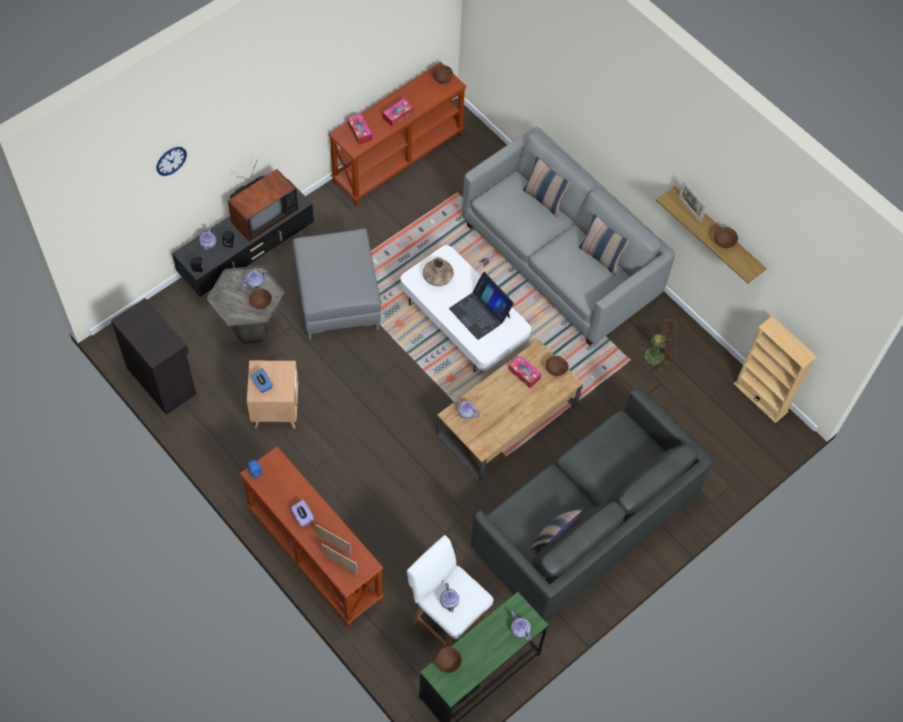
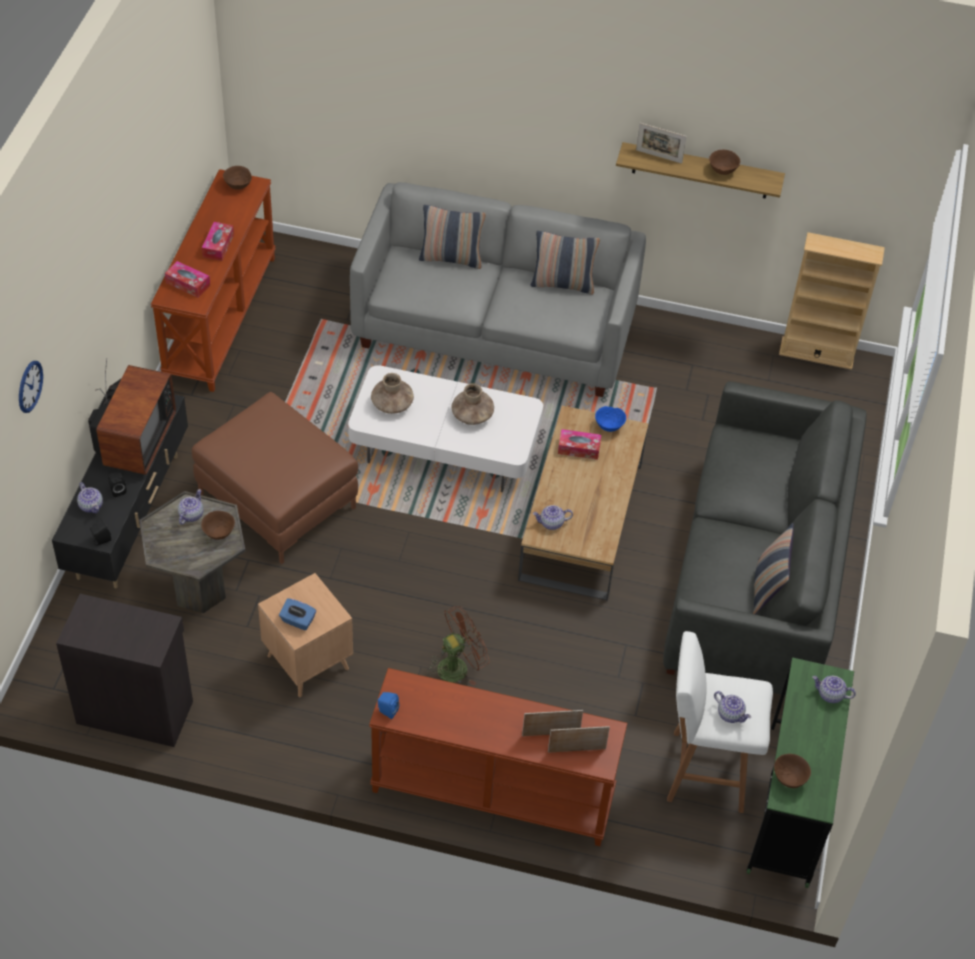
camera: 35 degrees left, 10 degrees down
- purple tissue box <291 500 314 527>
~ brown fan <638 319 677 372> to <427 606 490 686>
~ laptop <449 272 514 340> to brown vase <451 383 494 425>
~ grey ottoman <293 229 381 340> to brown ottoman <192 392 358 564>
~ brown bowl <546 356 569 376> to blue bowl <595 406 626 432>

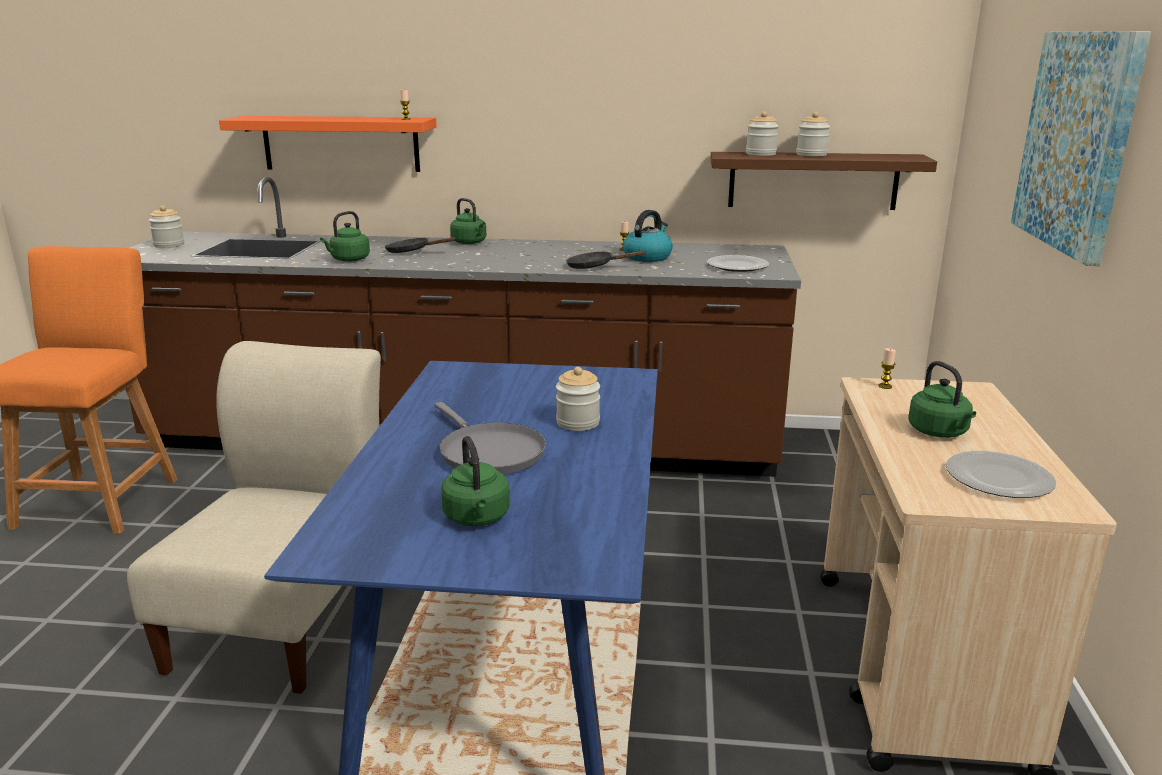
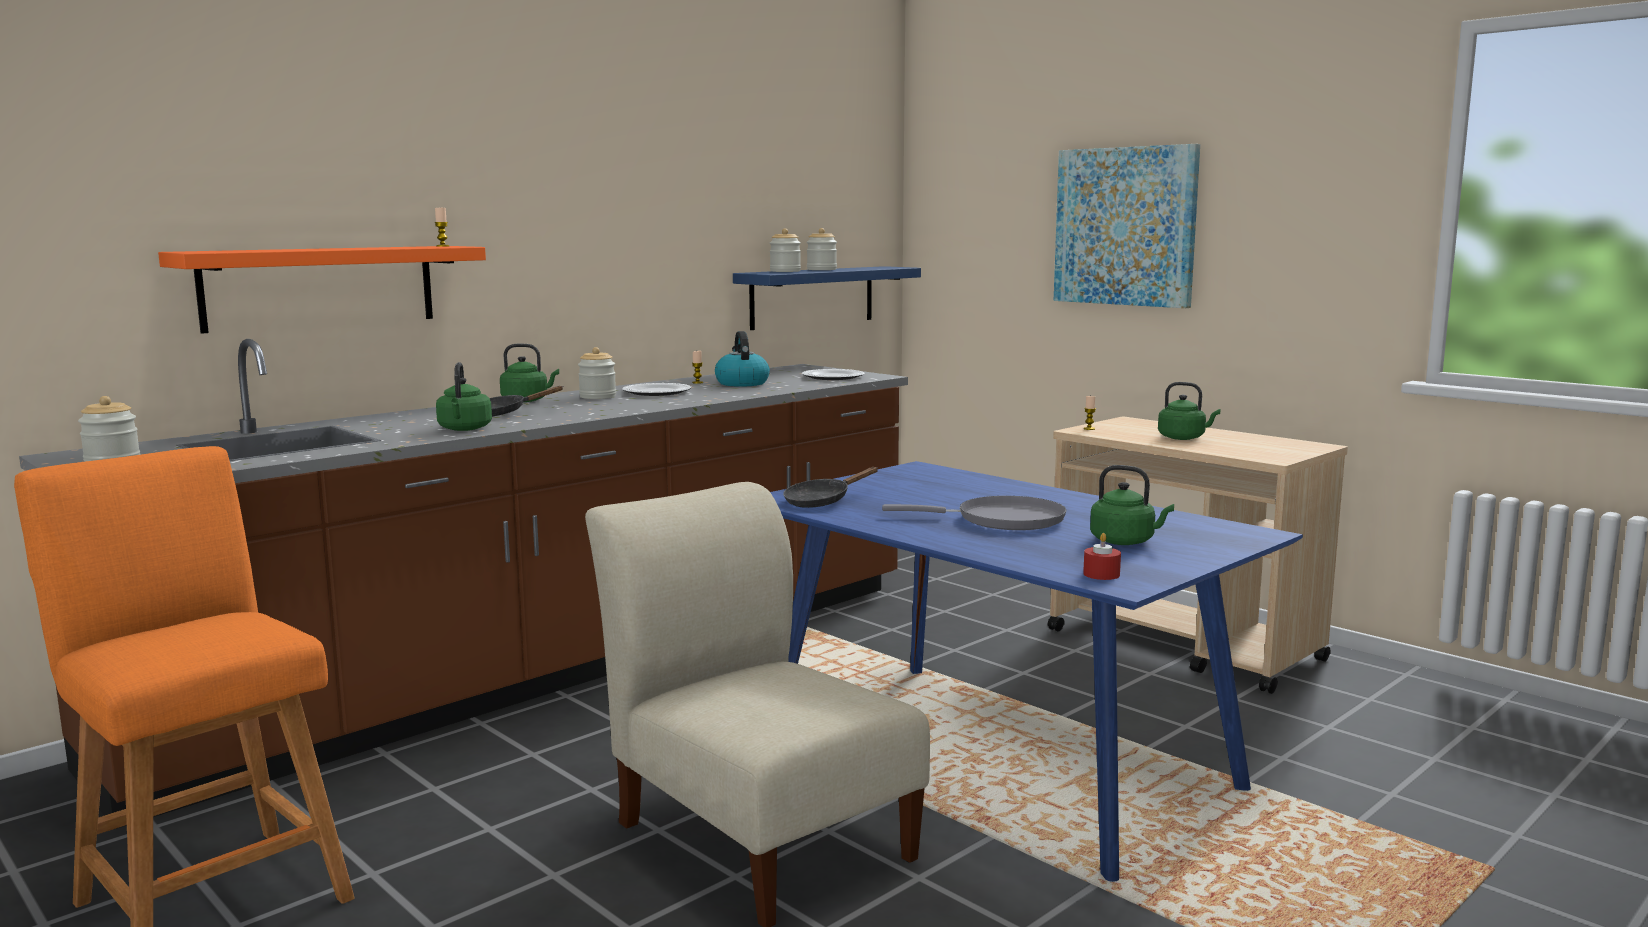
camera: 50 degrees left, 10 degrees down
+ red candle <1083 533 1121 580>
~ jar <556 367 600 431> to <578 347 616 399>
~ black frying pan <566 251 647 269> to <783 467 878 508>
~ plate <946 451 1056 498> to <622 383 691 396>
~ brown shelf <710 152 937 210> to blue shelf <733 266 921 330>

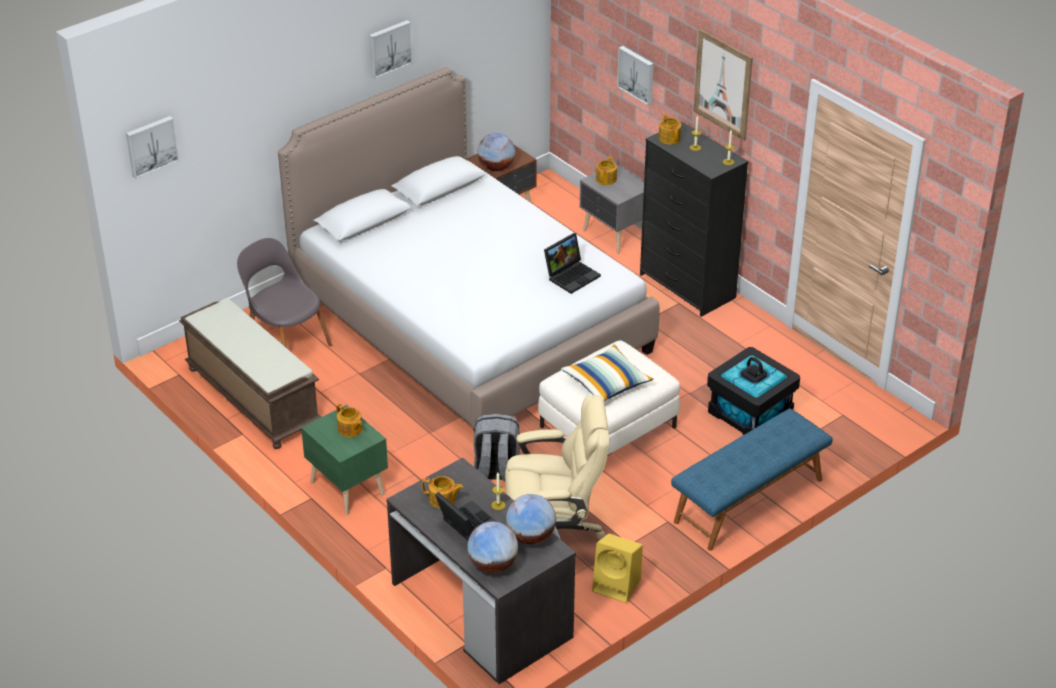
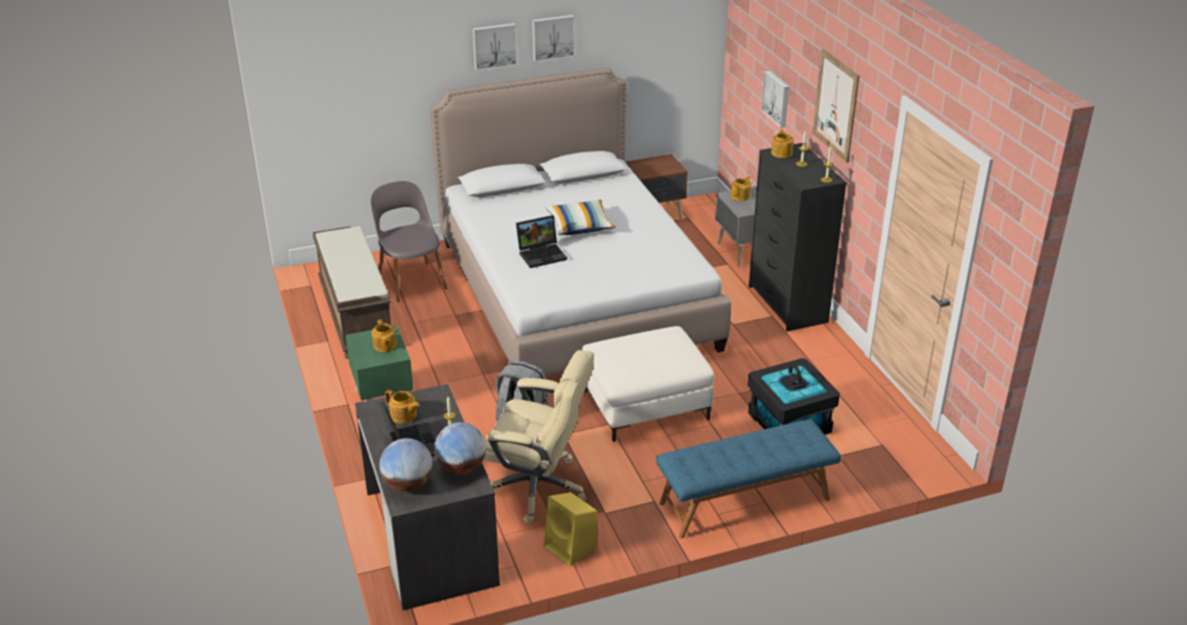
camera: 20 degrees right, 5 degrees down
- globe <477 133 515 171>
~ picture <126 116 179 179> to <473 23 517 71>
~ laptop <544 233 601 294> to <516 215 567 268>
~ pillow <561 345 653 402> to <545 200 616 235>

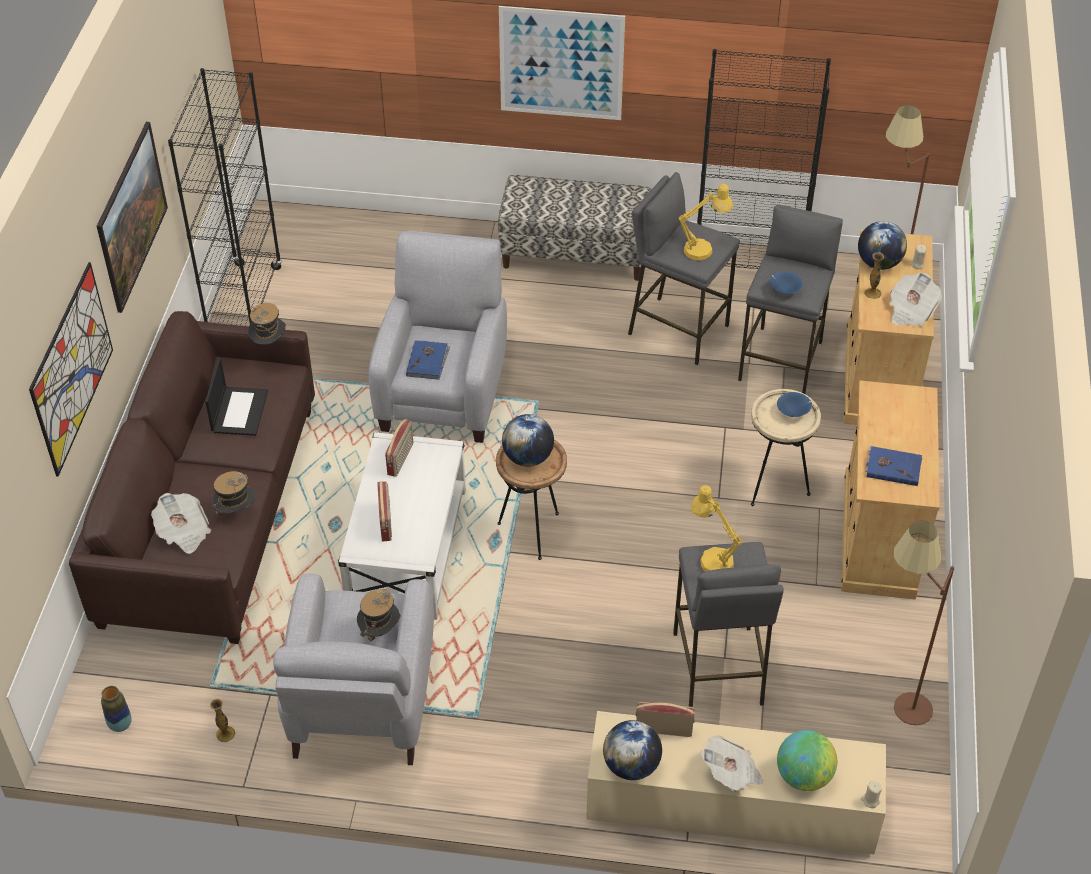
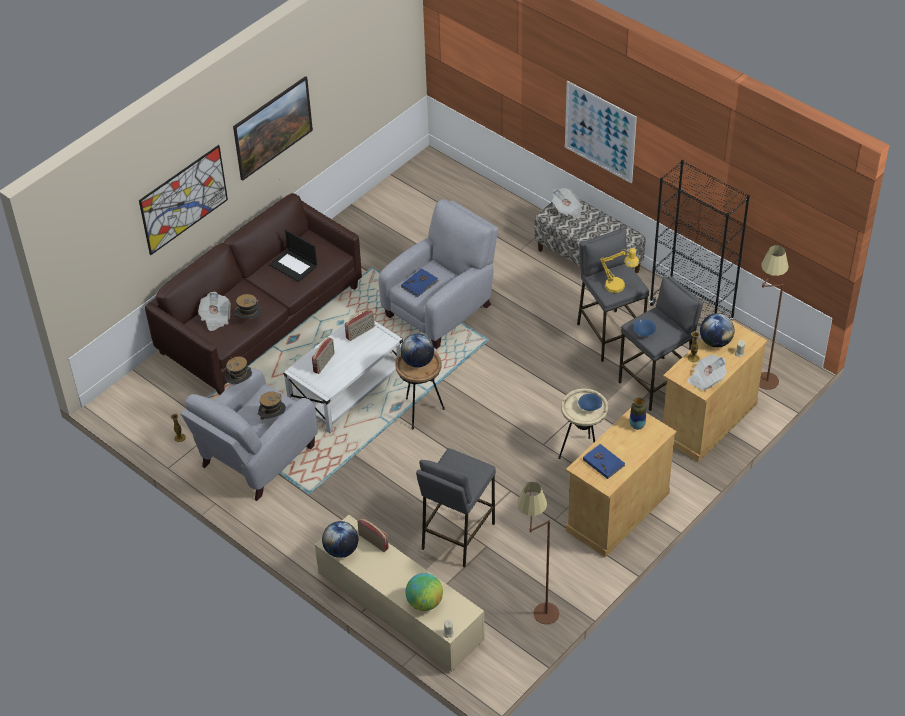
camera: 35 degrees right, 0 degrees up
- black bookcase <168 68 282 326>
- yellow table lamp <691 485 742 572>
~ vase <101 686 132 732> to <629 397 646 430>
~ hat <248 303 286 345> to <225 356 252 384>
~ newspaper <701 736 764 791> to <552 188 583 219>
~ laptop <205 358 268 436> = <270 230 317 282> 90 degrees clockwise

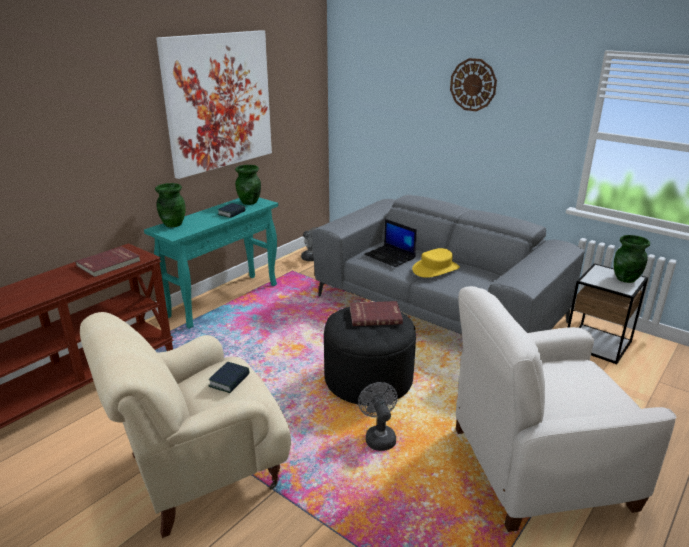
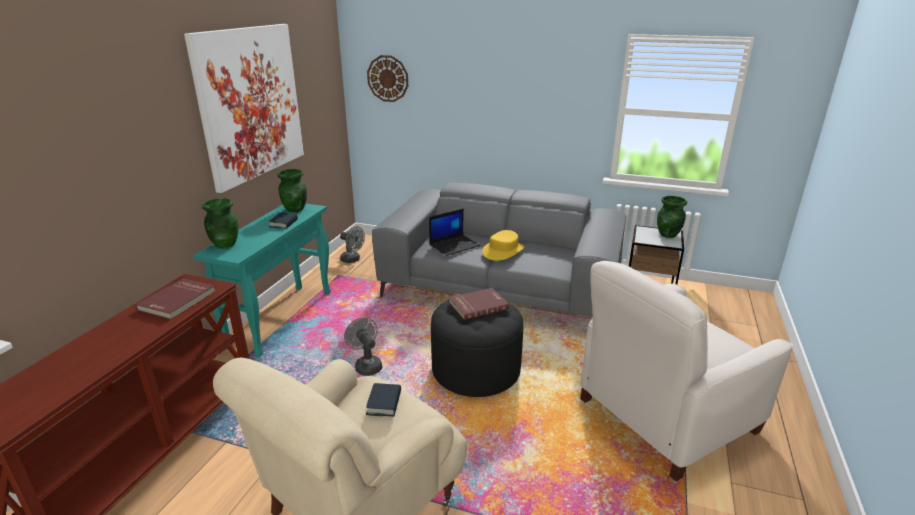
camera: 20 degrees left, 0 degrees up
~ grey fan <358 382 398 451> to <344 317 382 376>
~ wall clock <450 58 497 111> to <367 55 408 102>
~ laptop <364 219 417 267> = <429 209 480 256> 60 degrees counterclockwise

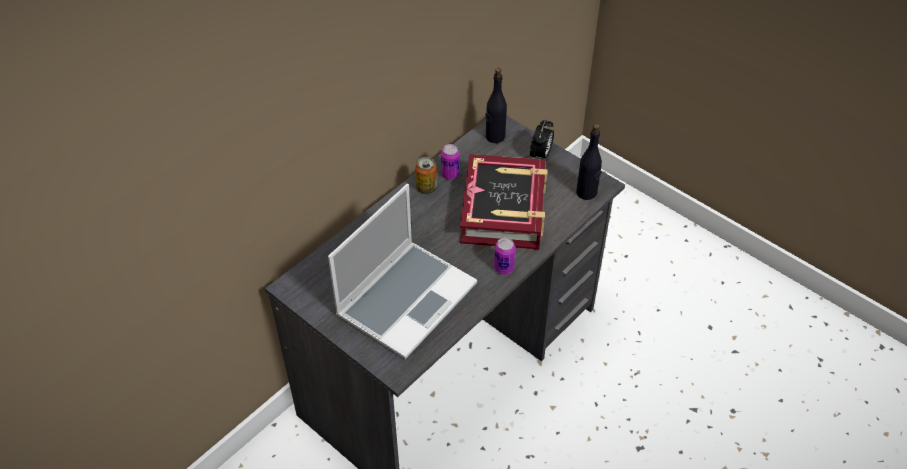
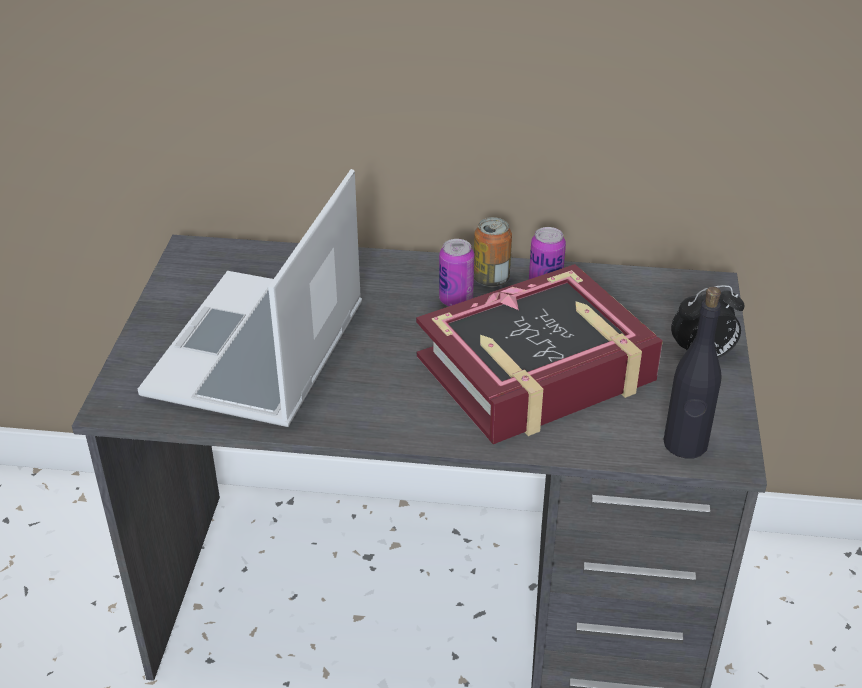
camera: 55 degrees right, 10 degrees down
- black bottle <486 68 507 143>
~ can <494 237 516 275> to <439 239 474 306>
~ laptop <328 184 477 359> = <138 169 362 427> 105 degrees clockwise

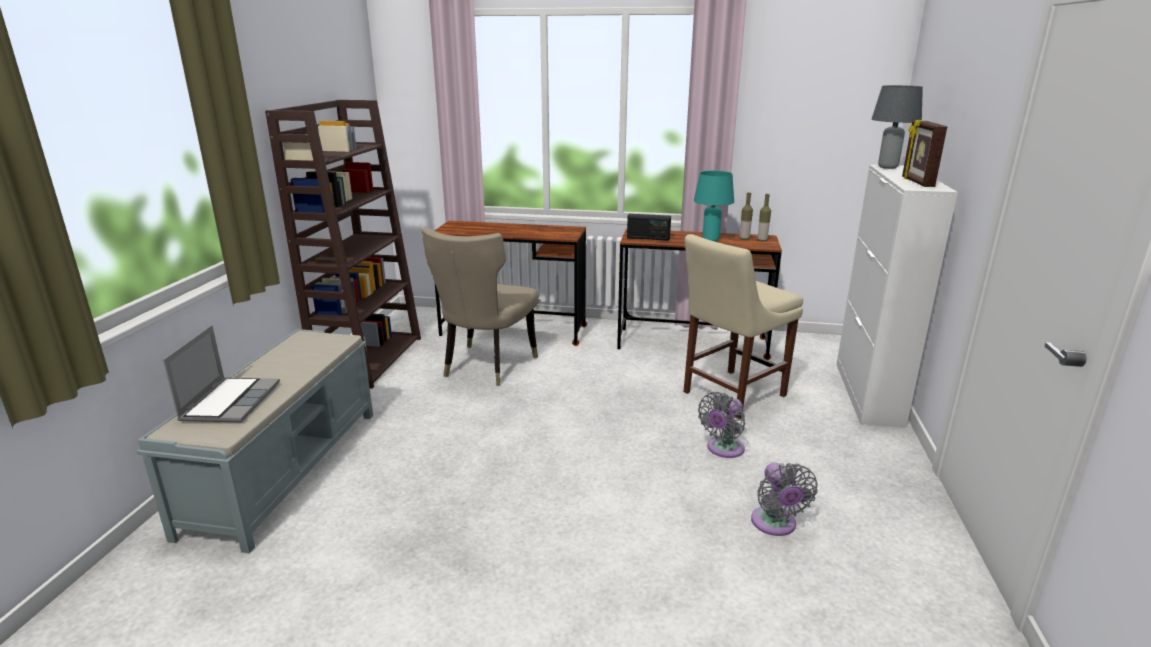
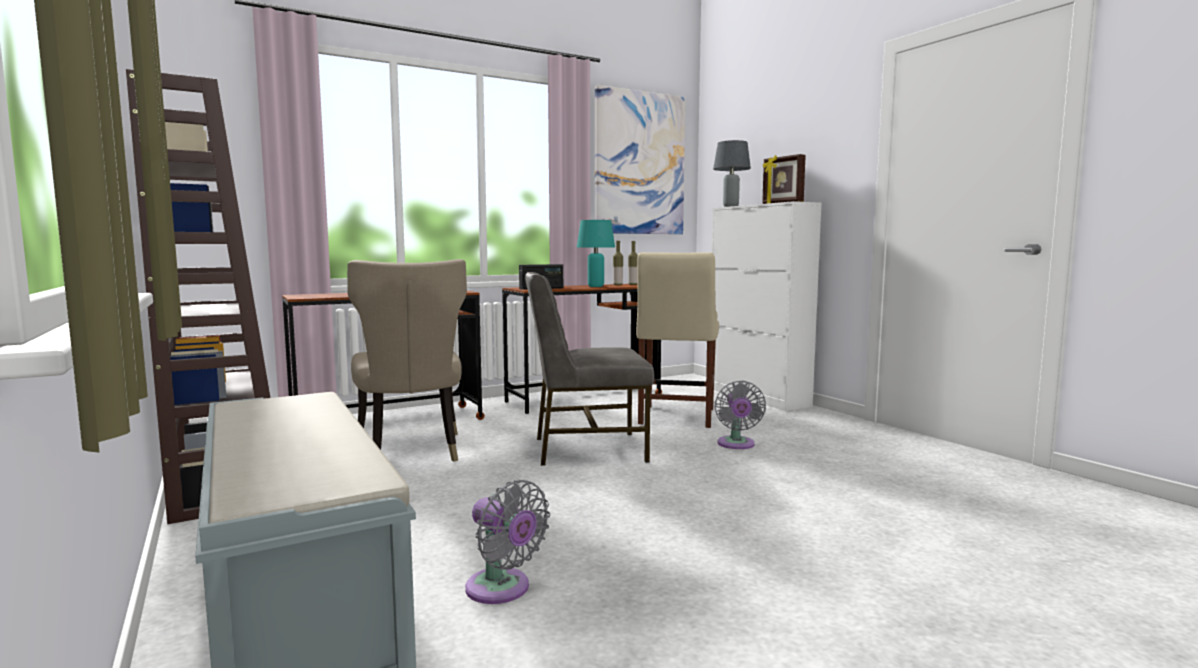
camera: 40 degrees left, 15 degrees down
- laptop <163 325 280 422>
+ grey chair <525 272 655 466>
+ picture <595 85 685 234>
~ grey fan <751 463 818 536> to <465 479 550 604>

